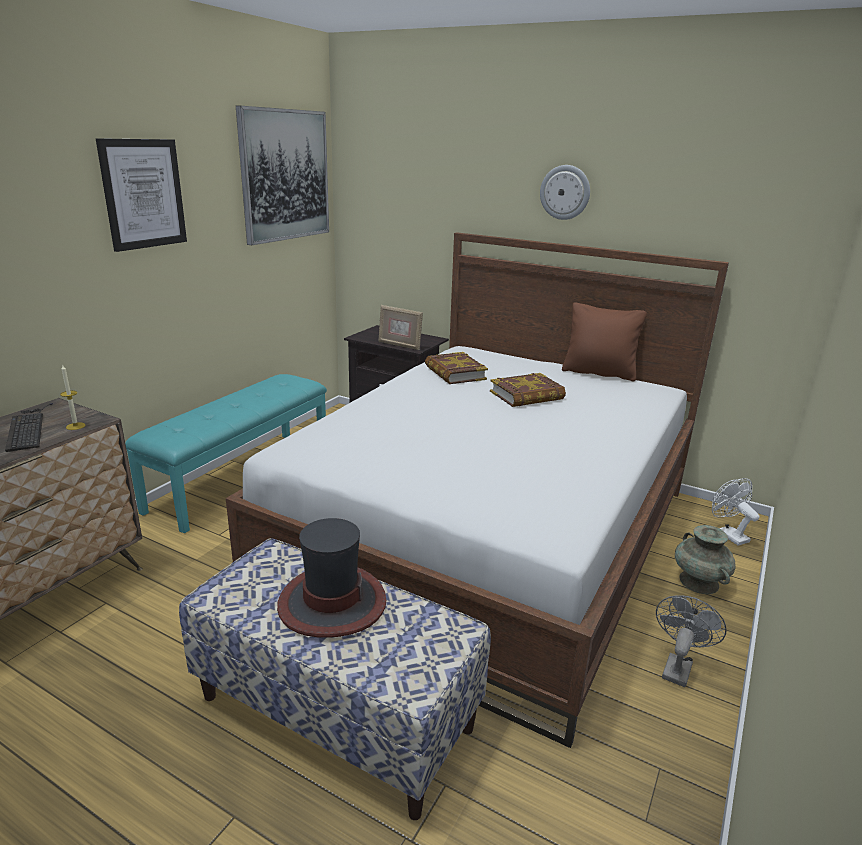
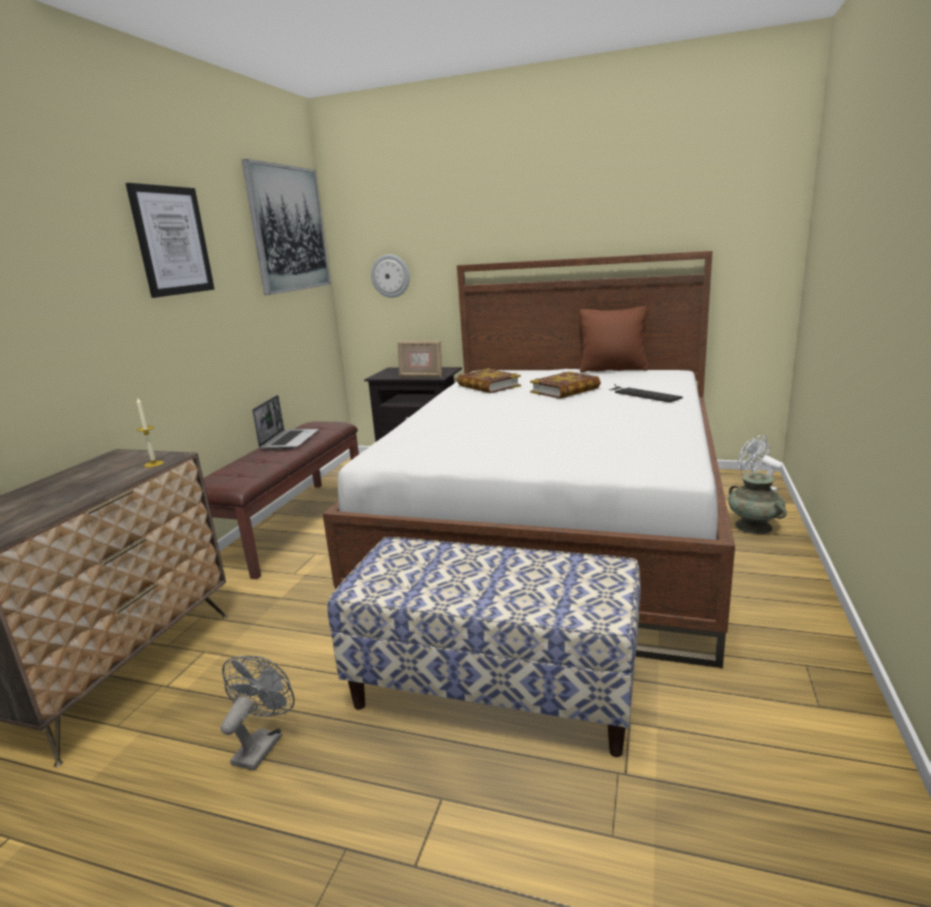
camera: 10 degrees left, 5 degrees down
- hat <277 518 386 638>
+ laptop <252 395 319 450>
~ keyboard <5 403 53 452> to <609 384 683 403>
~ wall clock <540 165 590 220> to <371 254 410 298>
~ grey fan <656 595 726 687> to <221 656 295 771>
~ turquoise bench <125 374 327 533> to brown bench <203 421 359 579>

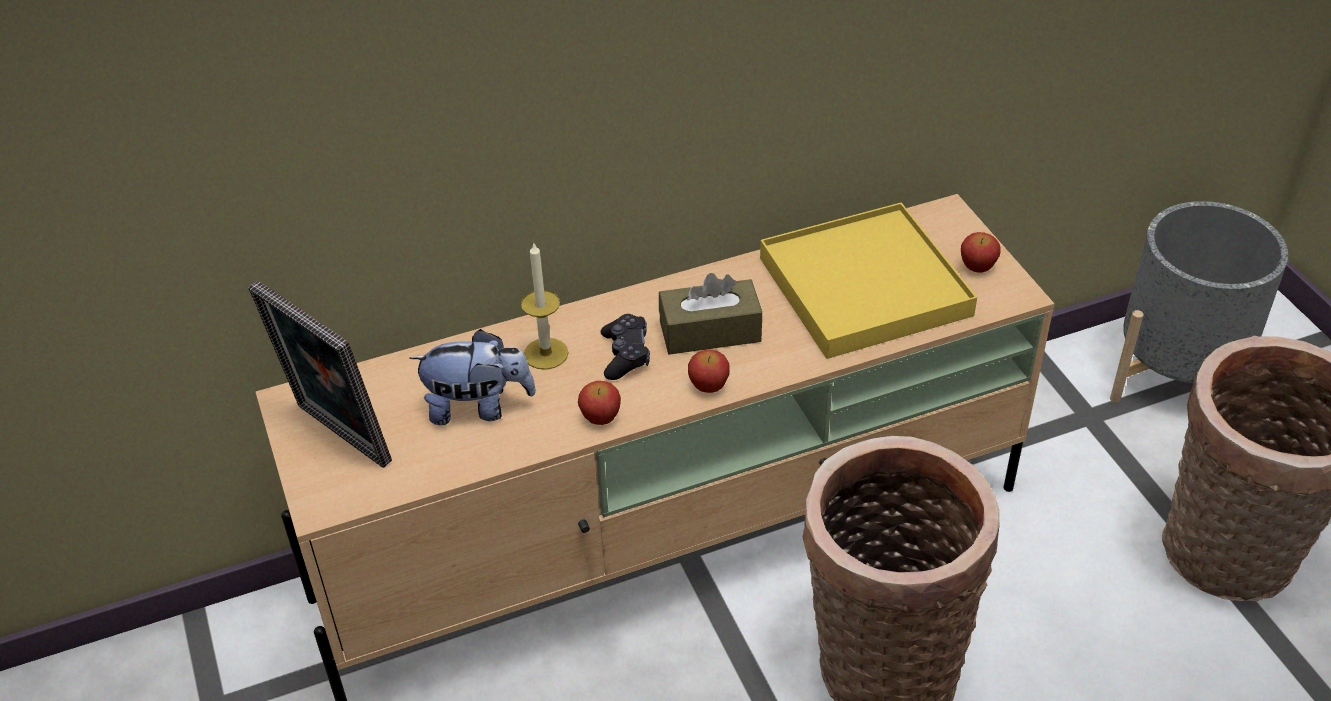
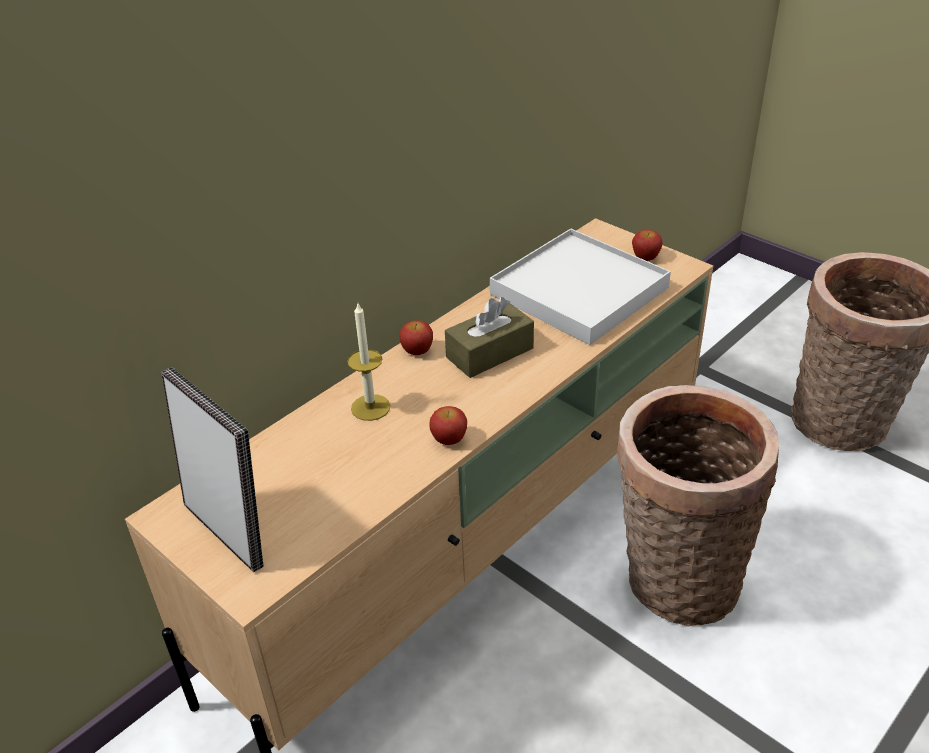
camera: 25 degrees left, 5 degrees down
- plush toy <409 329 536 425>
- black game controller <601 314 650 380>
- grey planter <1110 201 1288 403>
~ apple <688 350 730 393> to <399 320 433 355>
~ yellow tray <760 203 977 359> to white tray <490 229 671 345>
~ picture frame <249 280 392 468> = <161 368 263 572> 150 degrees counterclockwise

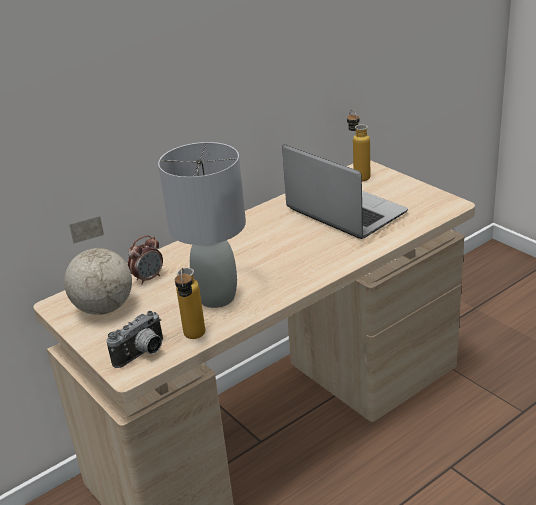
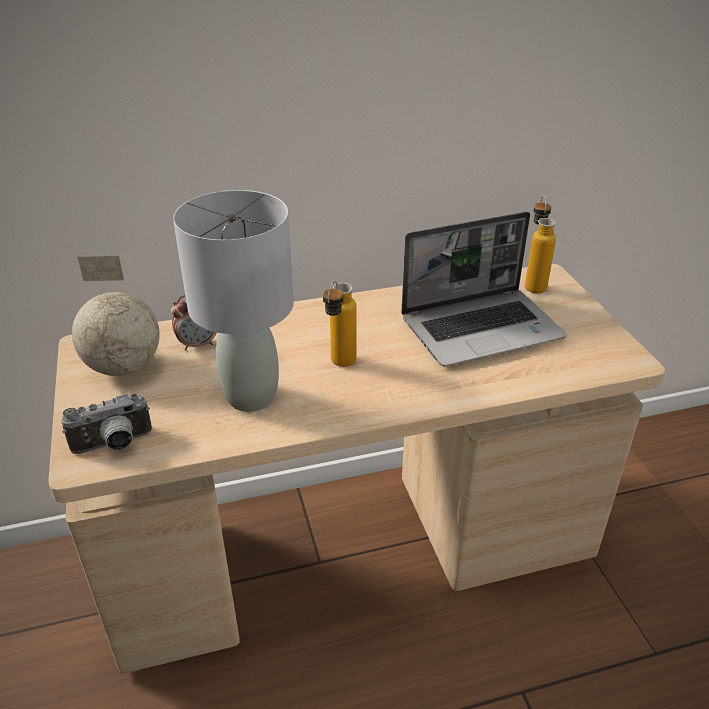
camera: 20 degrees right, 5 degrees up
~ bottle <175 268 205 339> to <323 281 357 367>
~ laptop <282 144 408 239> = <401 212 567 367> 90 degrees clockwise

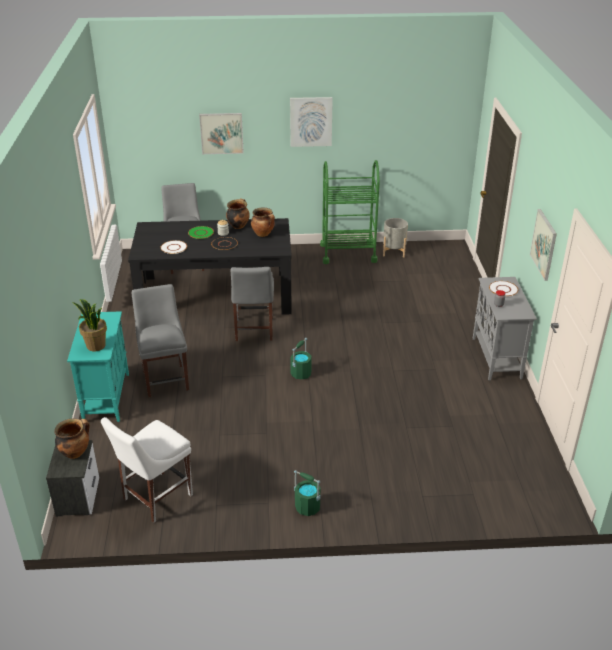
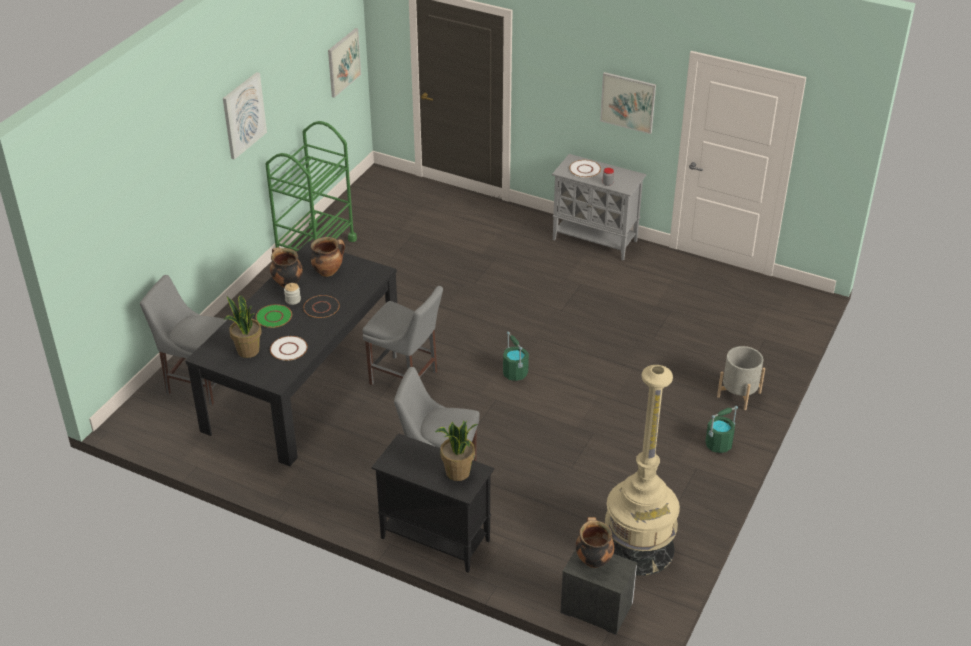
camera: 60 degrees left, 5 degrees up
+ potted plant <224 295 261 358>
~ picture <199 113 244 154> to <328 28 361 98>
~ grey planter <383 218 408 258> to <717 346 765 410>
~ white chair <101 417 193 523> to beige floor lamp <605 365 680 576>
~ turquoise cabinet <67 311 129 422> to black cabinet <372 433 494 573>

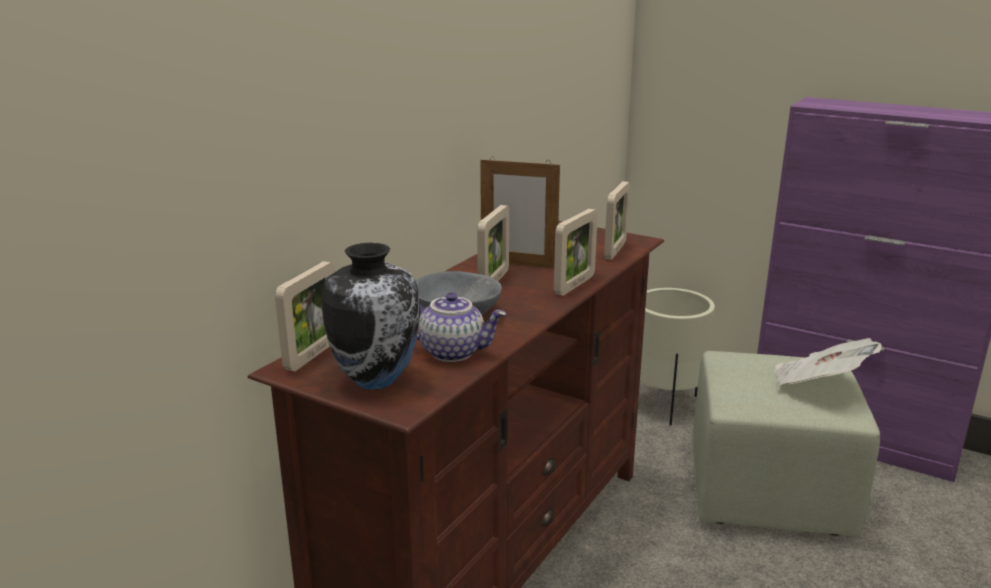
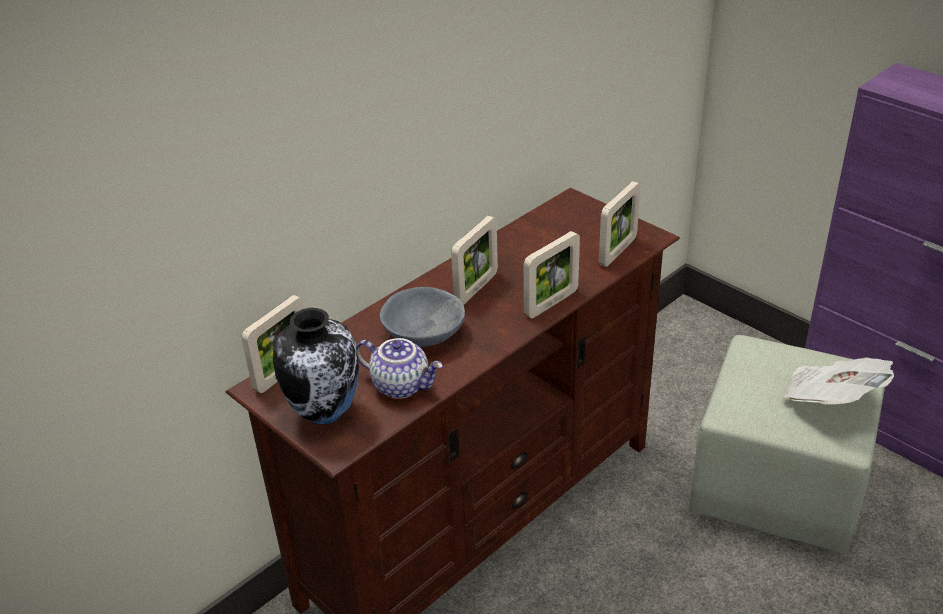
camera: 15 degrees right, 15 degrees up
- picture frame <480 156 560 268>
- beige planter <640 288 715 426>

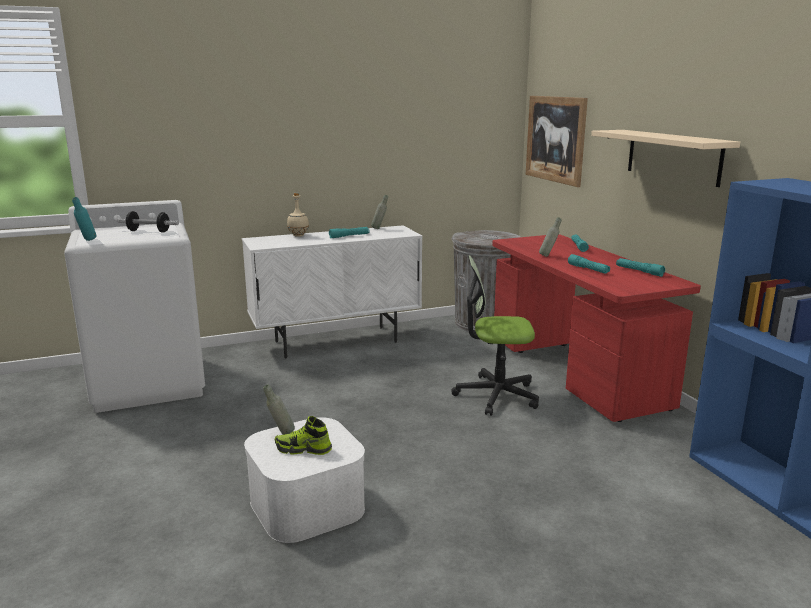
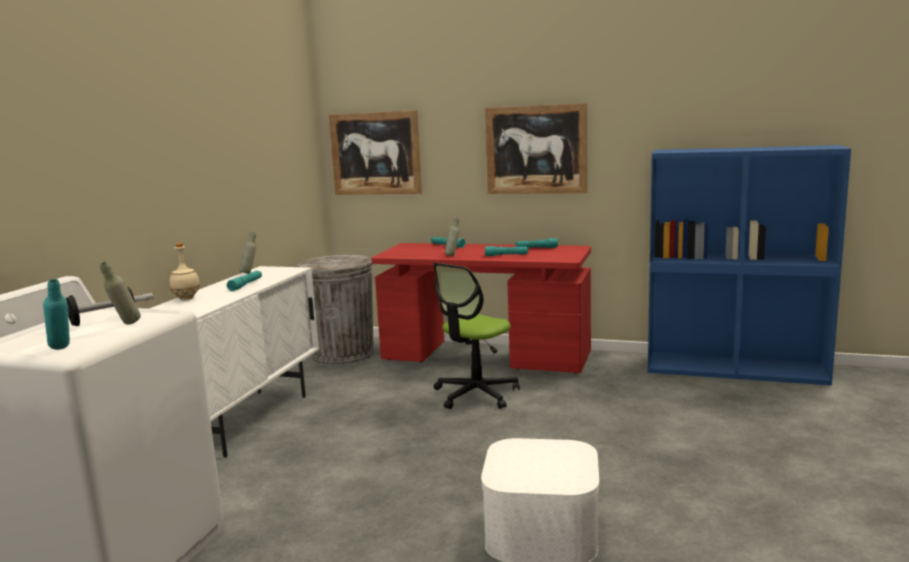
camera: 50 degrees left, 5 degrees down
- shoe <275 416 332 455>
~ grey bottle <263 385 295 435> to <100 261 141 325>
~ beige shelf <591 130 740 187> to picture <485 103 587 194>

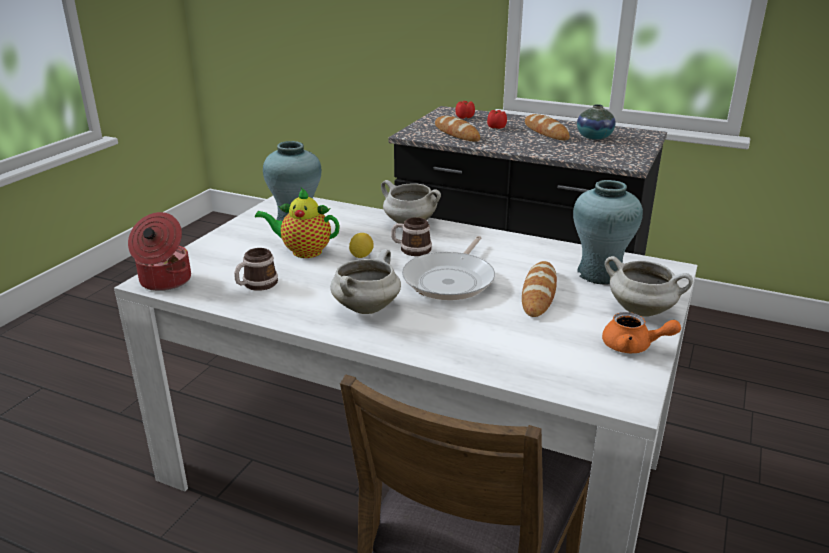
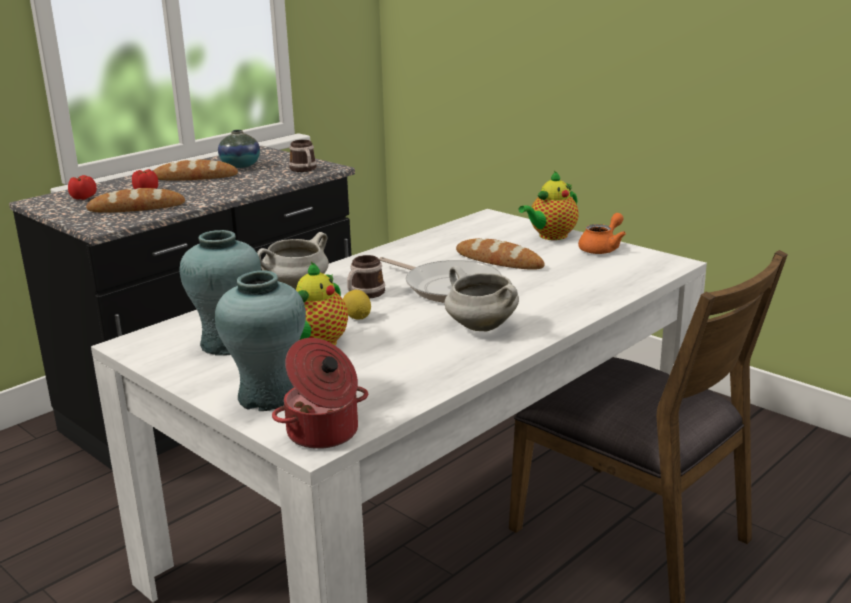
camera: 70 degrees left, 5 degrees down
~ mug <234 248 278 291> to <289 140 317 172>
~ turquoise vase <573 180 643 284> to <215 270 306 411>
~ white cooking pot <605 256 693 317> to teapot <518 171 579 240>

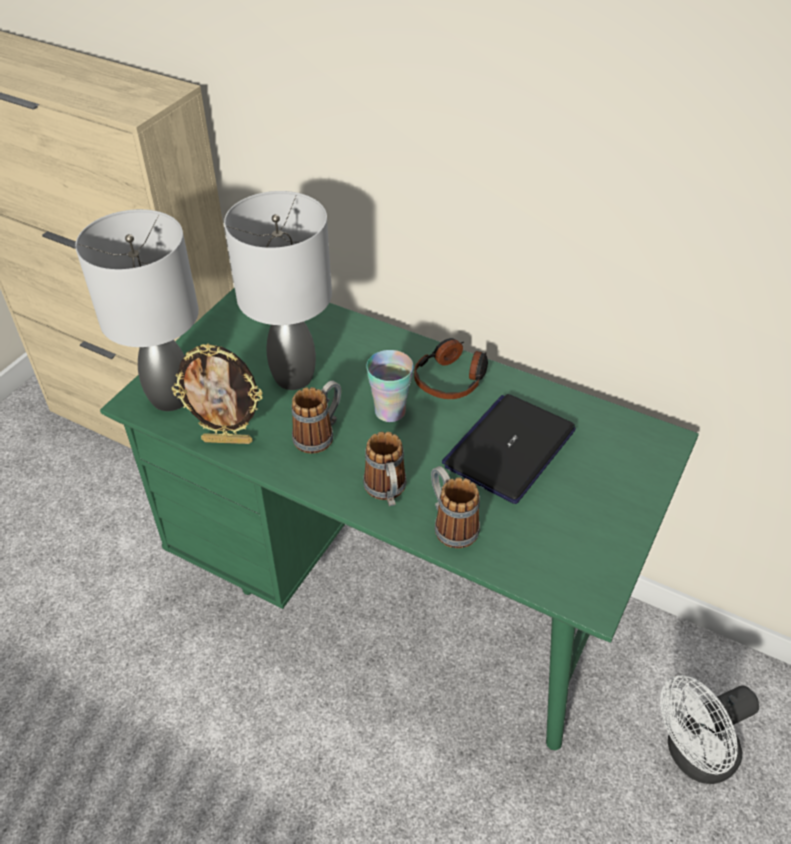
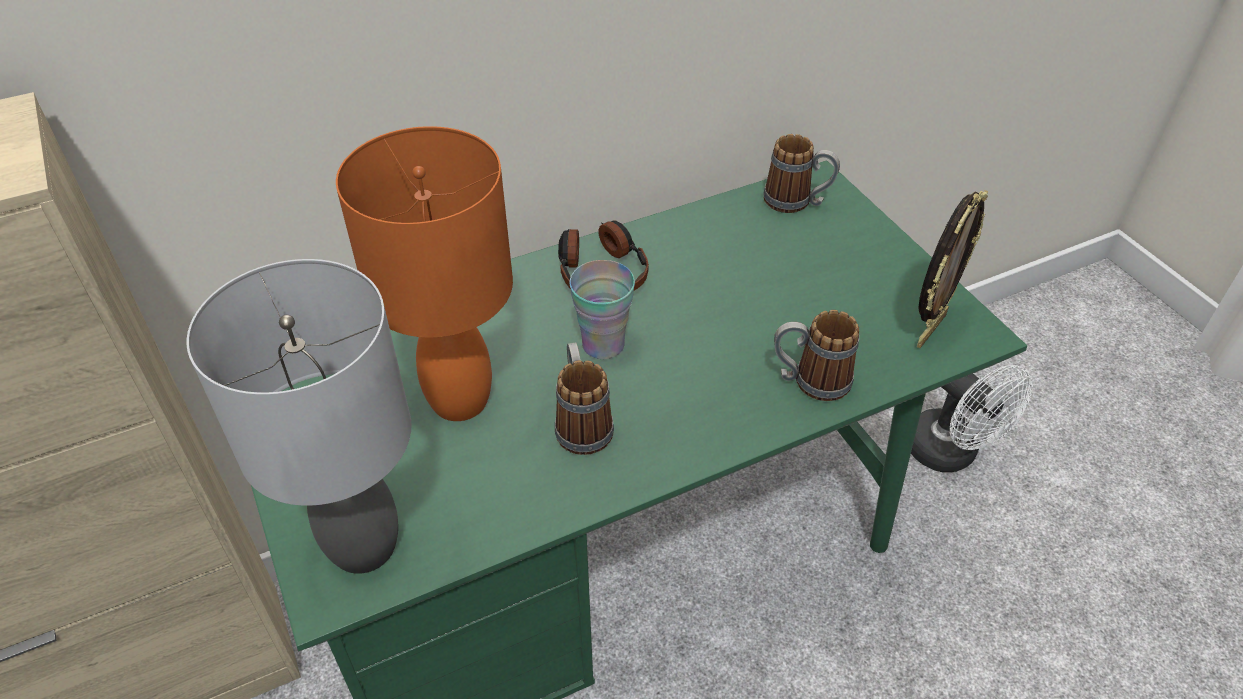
camera: 55 degrees left, 0 degrees up
- laptop <442 394 576 504>
~ picture frame <172 344 263 444> to <917 190 988 348>
~ mug <363 432 406 506> to <763 134 840 213>
~ grey table lamp <224 191 332 390> to orange table lamp <336 126 513 421>
~ white fan <660 675 759 784> = <911 365 1033 472> 45 degrees counterclockwise

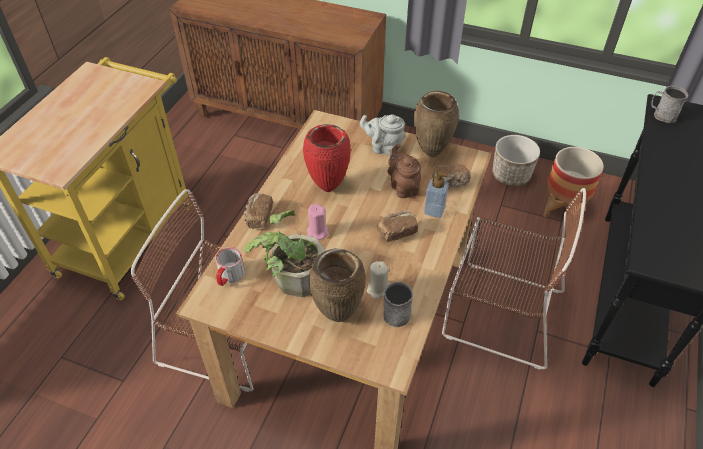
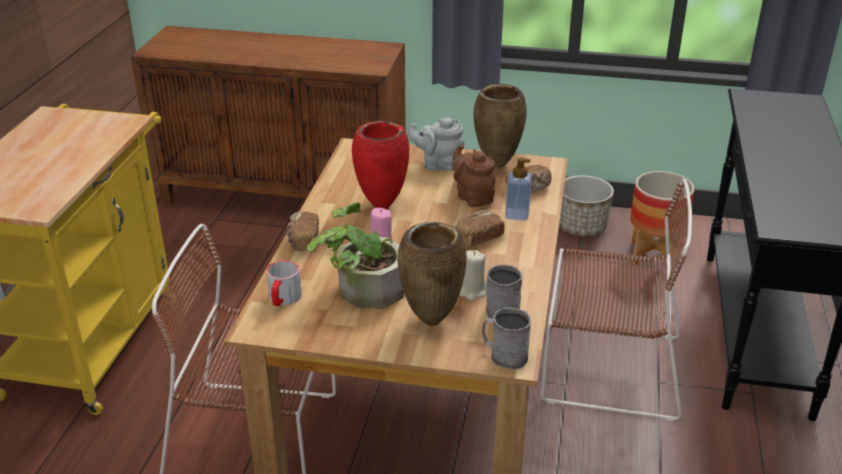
camera: 10 degrees left, 15 degrees down
~ grey mug <651 86 688 123> to <482 307 531 370>

